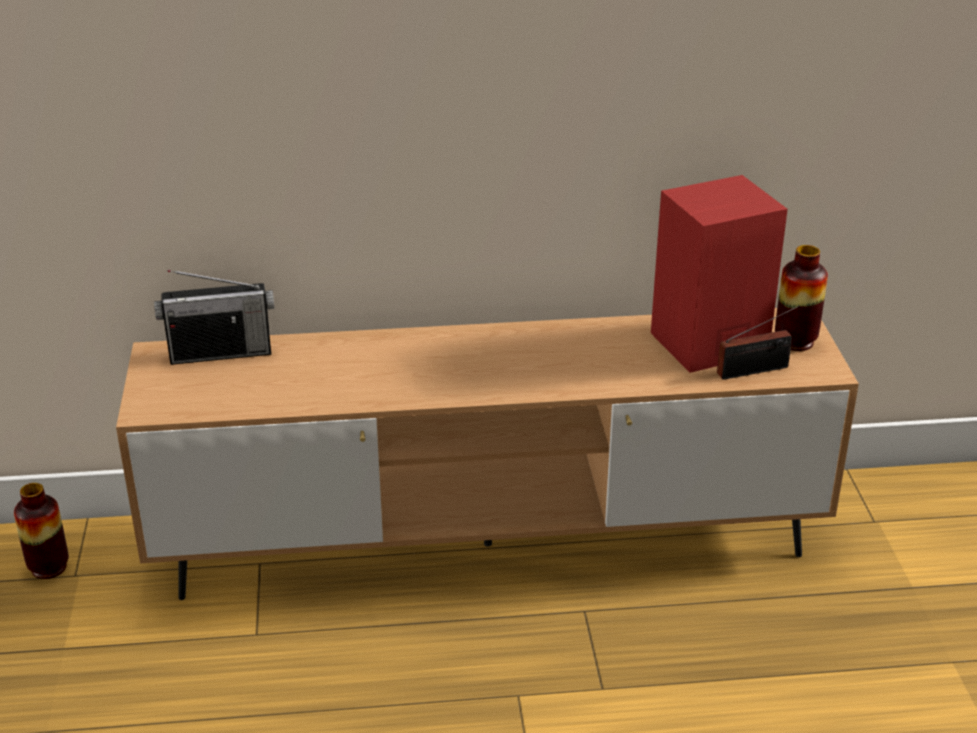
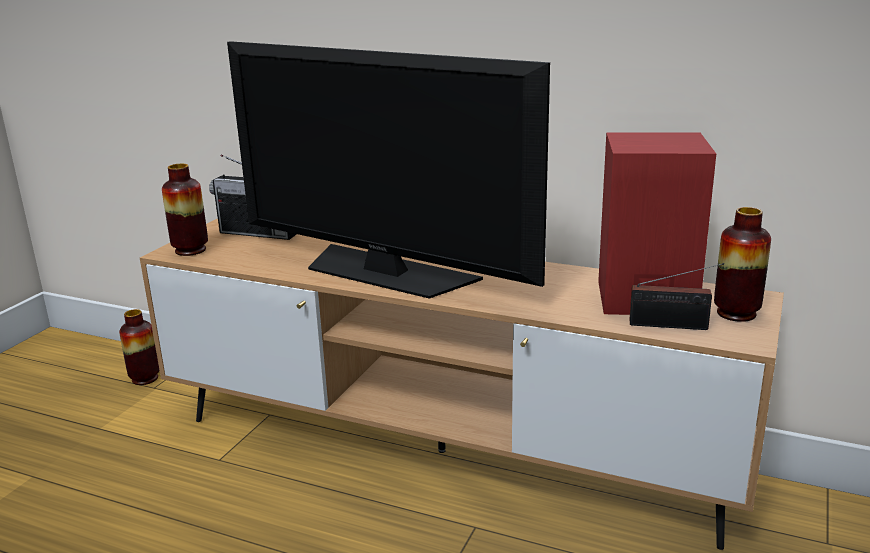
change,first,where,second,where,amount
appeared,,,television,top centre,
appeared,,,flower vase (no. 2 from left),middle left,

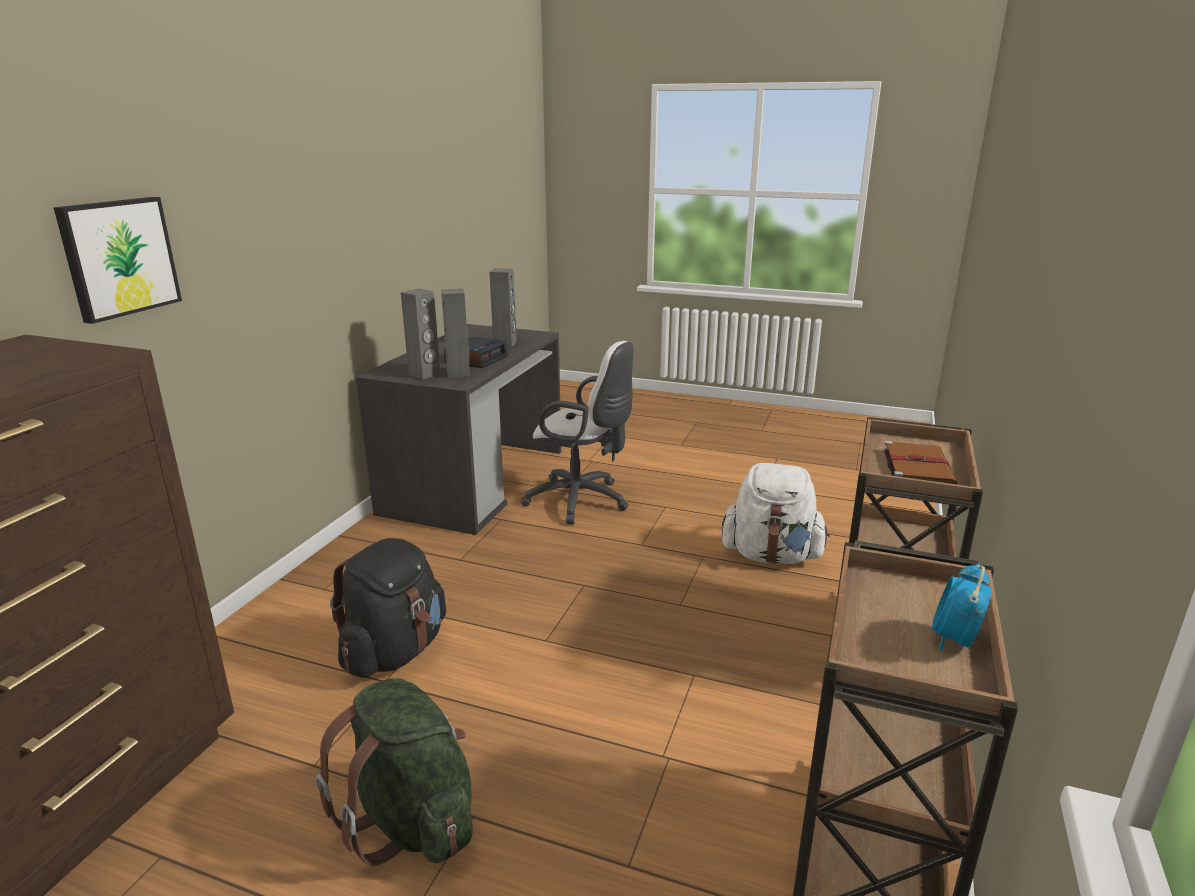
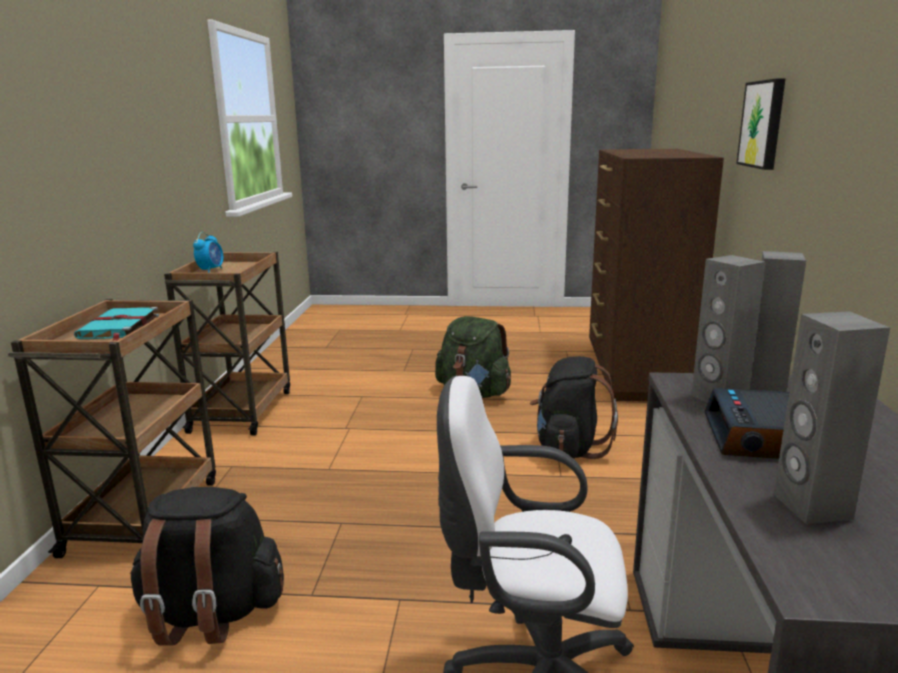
change,first,where,second,where,amount
colour,brown volume,middle right,blue-green volume,middle left,
colour,white-coloured knapsack,centre,black-coloured knapsack (no. 1 from left),bottom left,

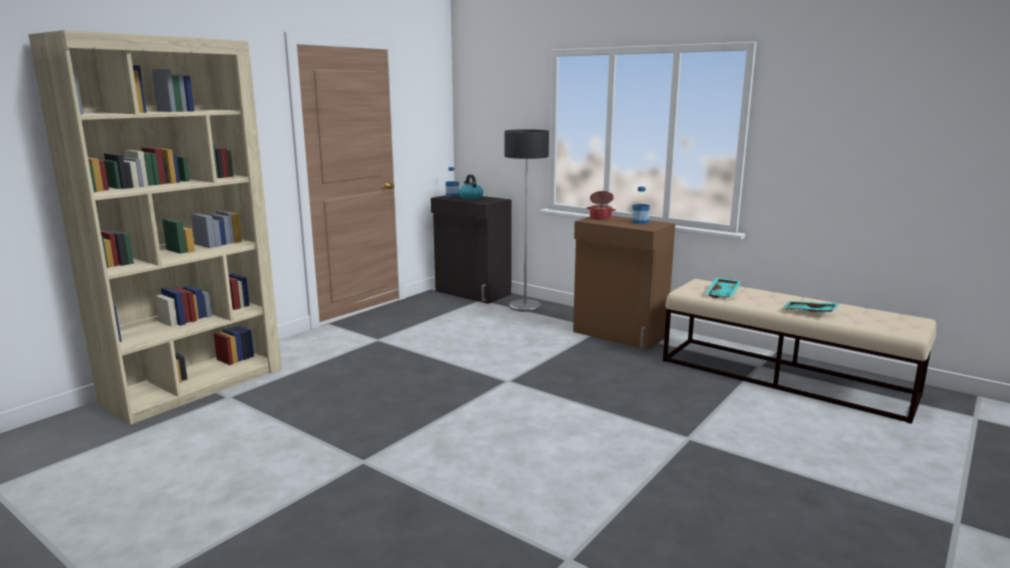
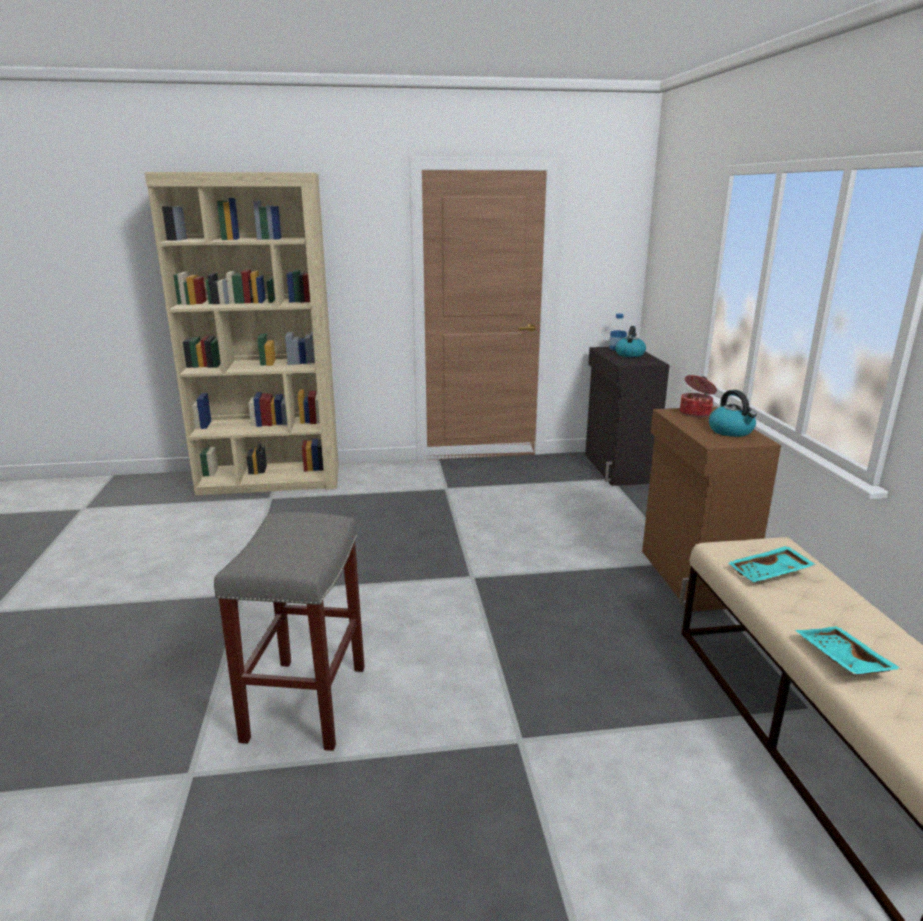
change,first,where,second,where,amount
missing,standing lamp,centre,,,
exchanged,drink bottle (no. 2 from left),centre,kettle (no. 2 from left),middle right,
appeared,,,grey stool,bottom left,

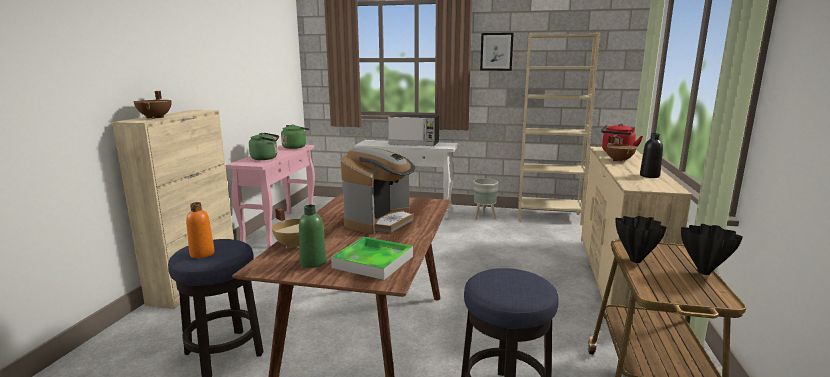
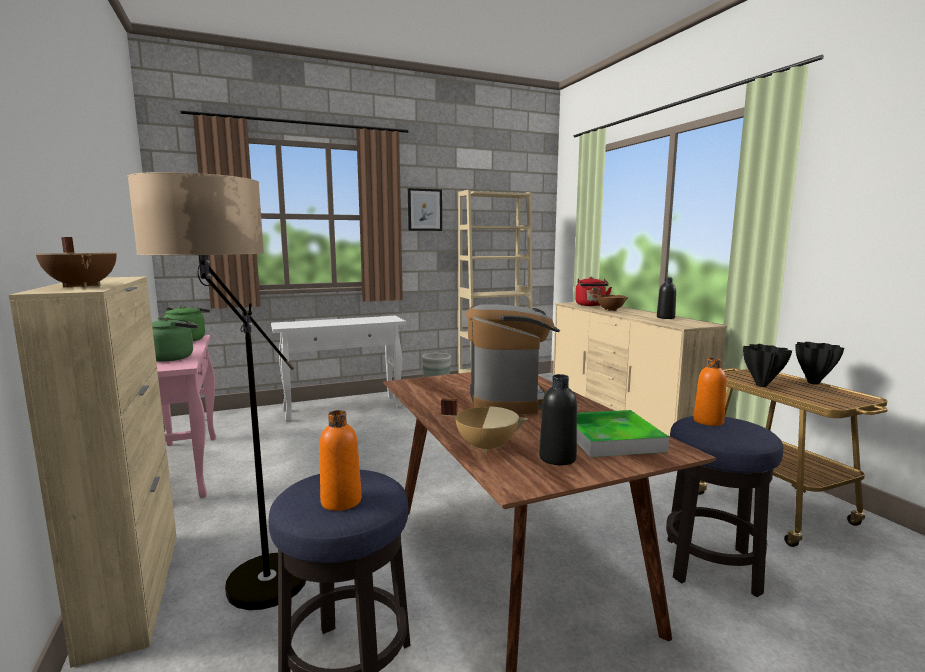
change,first,where,second,where,amount
missing,kitchen microwave,centre,,,
colour,green-coloured drink bottle,centre,black-coloured drink bottle (no. 1 from left),centre,
appeared,,,standing lamp,middle left,
appeared,,,orange drink bottle (no. 2 from left),middle right,

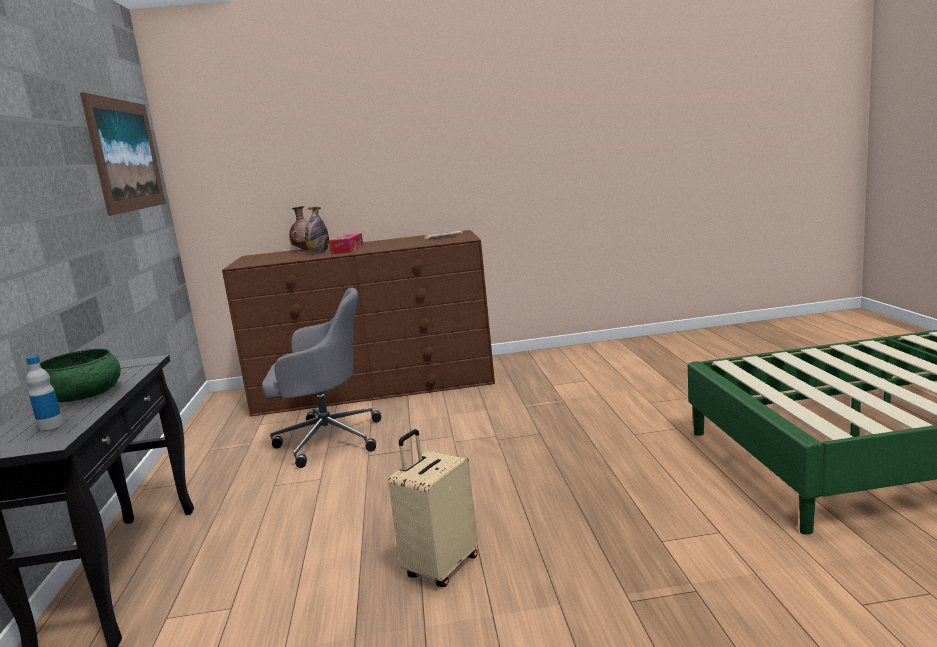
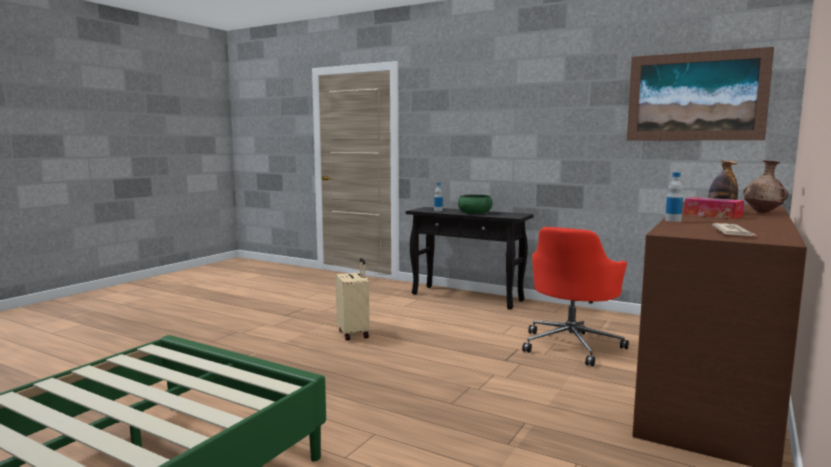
change,first,where,second,where,amount
colour,grey computer chair,centre,reddish computer chair,middle right,
appeared,,,drink bottle (no. 2 from left),middle right,

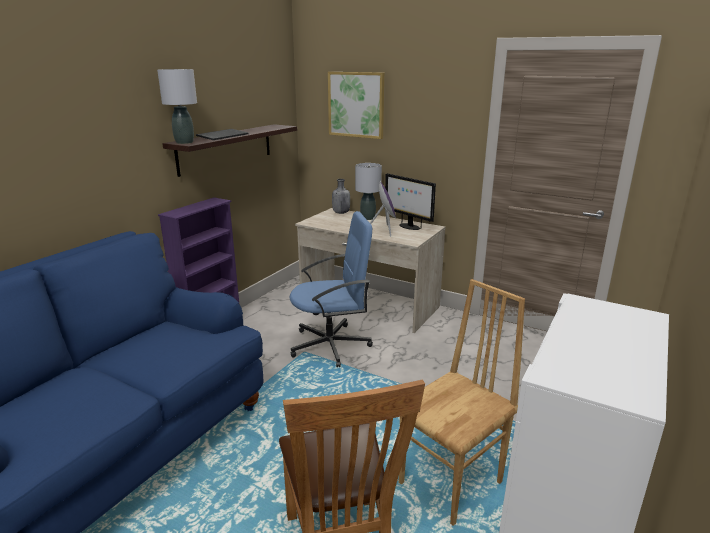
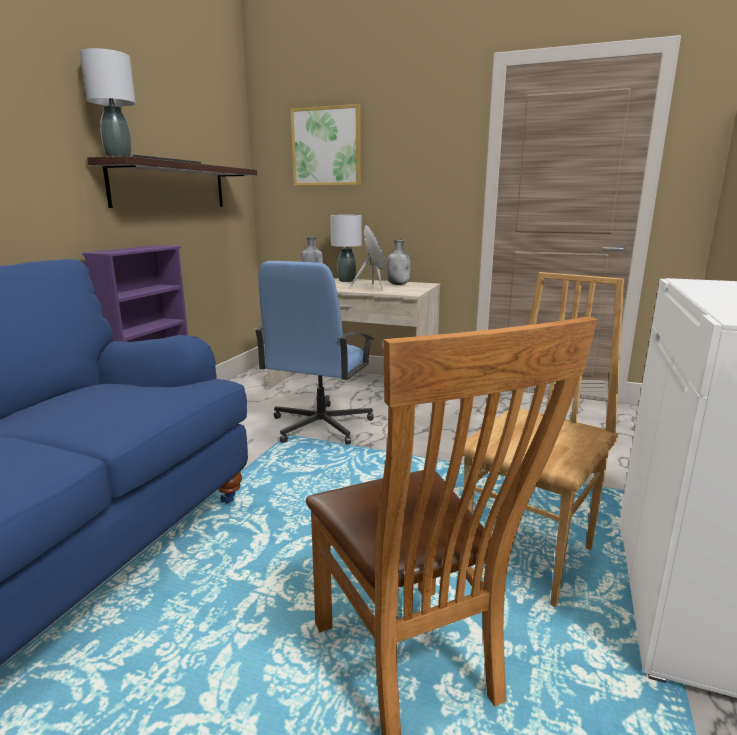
change,first,where,second,where,amount
exchanged,computer screen,centre,grey drink bottle (no. 2 from left),centre,
spun,bluish computer chair,centre,,centre,135 degrees clockwise

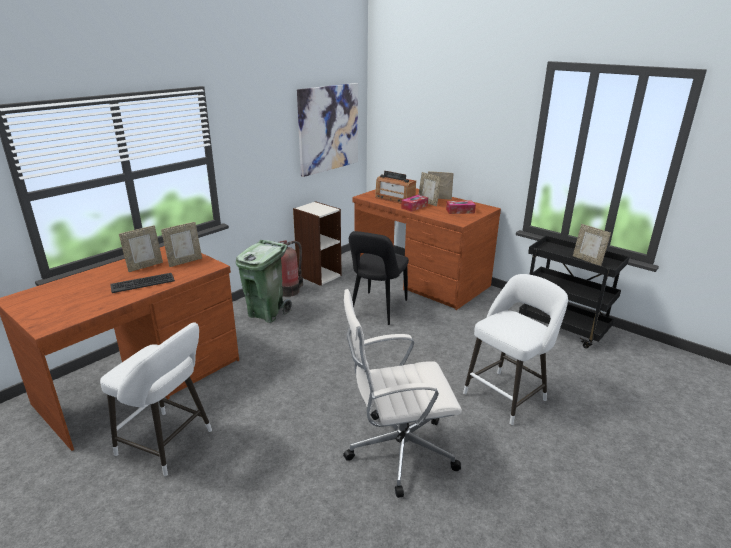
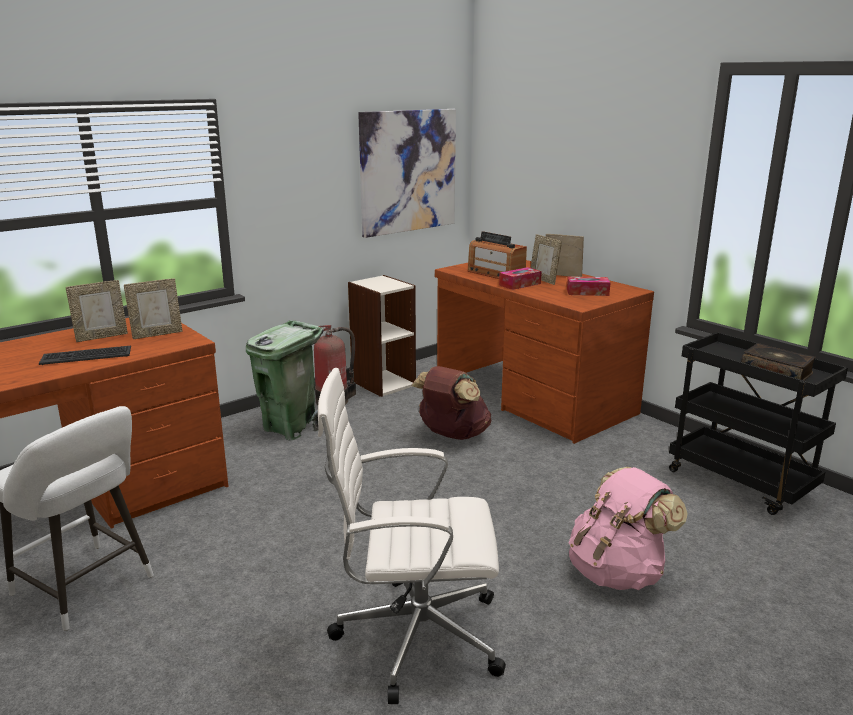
change,first,where,second,where,amount
exchanged,photo frame (no. 5 from left),middle right,volume,middle right,
exchanged,black-coloured plain chair,centre,brown knapsack,centre,
exchanged,white-coloured stool (no. 2 from left),middle right,pink-coloured knapsack,bottom right,

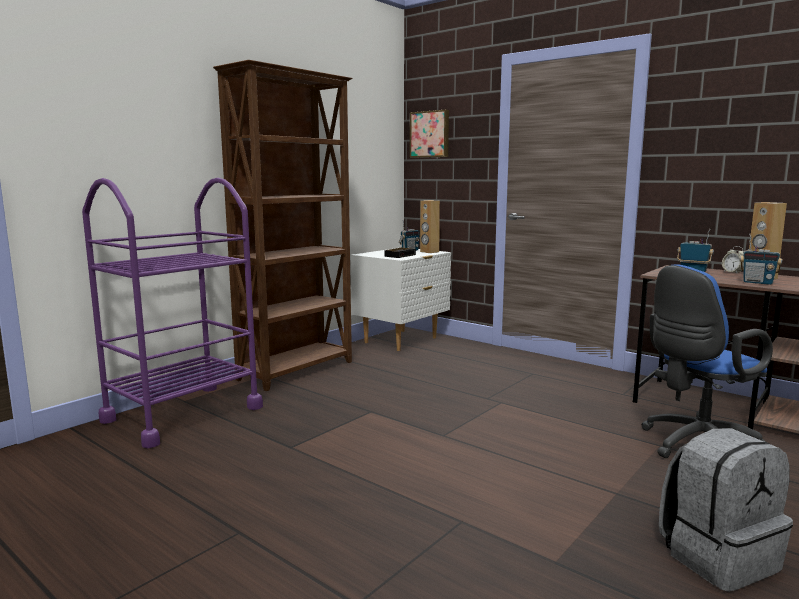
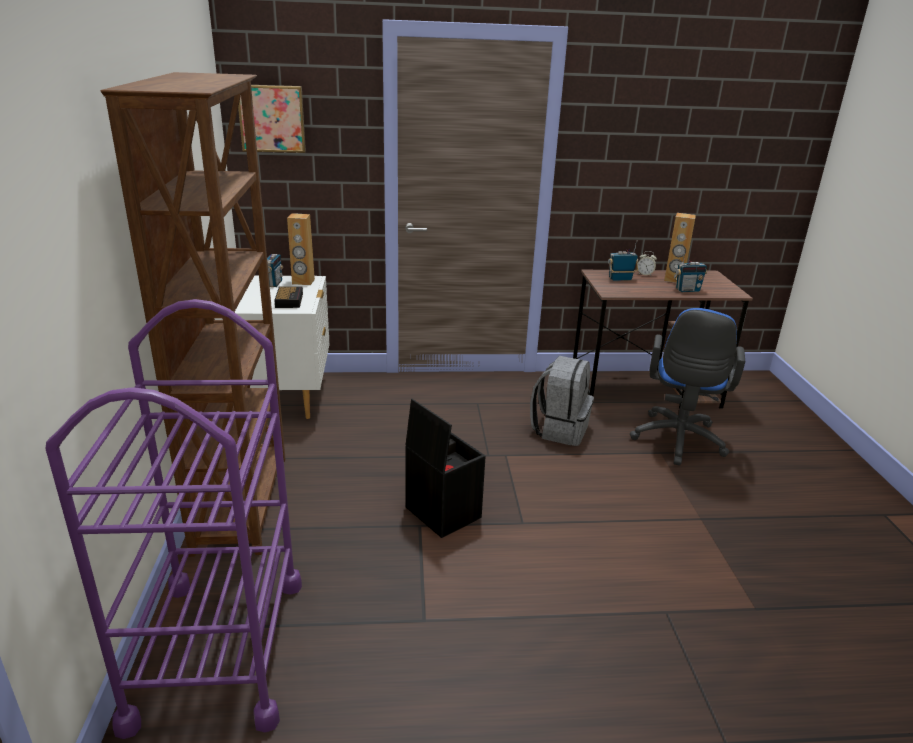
change,first,where,second,where,amount
relocated,grey knapsack,bottom right,,centre,
appeared,,,black-coloured storage box,centre,

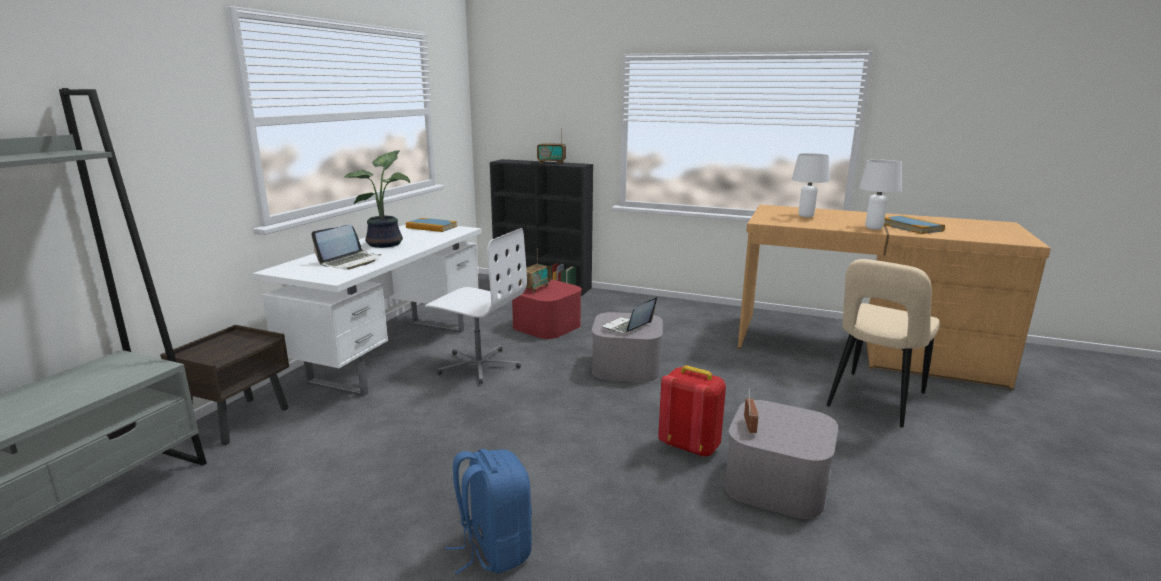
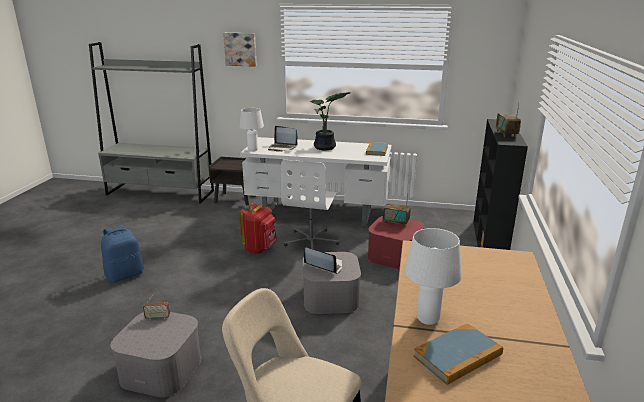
change,first,where,second,where,amount
relocated,white-coloured lamp for a table (no. 1 from left),top right,,top centre,
relocated,reddish knapsack,bottom centre,,centre,
appeared,,,wall art,top centre,

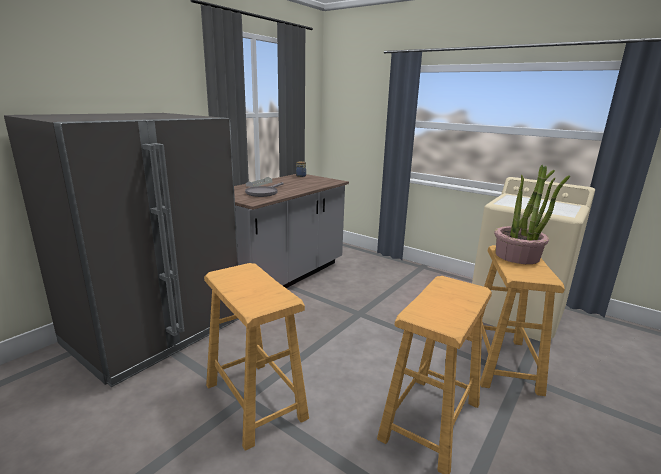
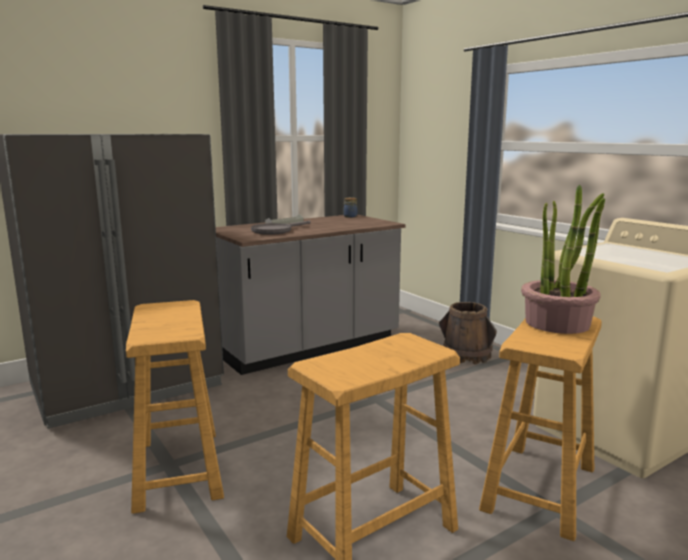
change,first,where,second,where,amount
appeared,,,brown pail,middle right,

